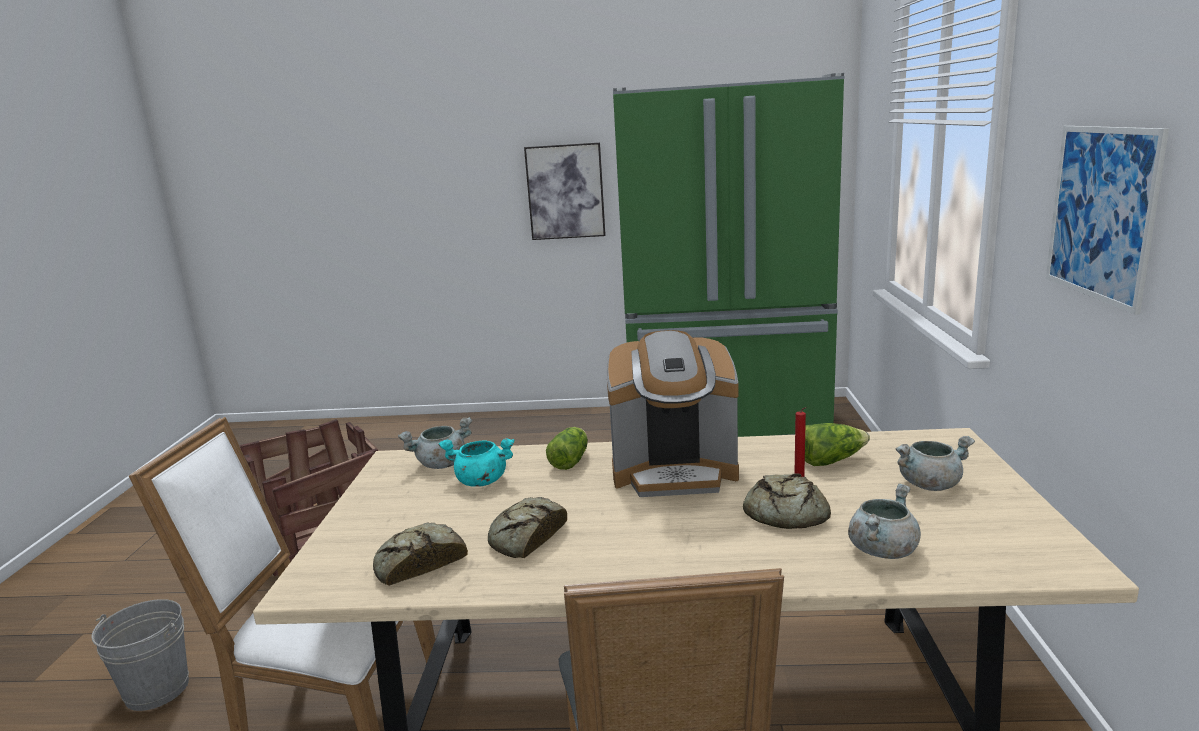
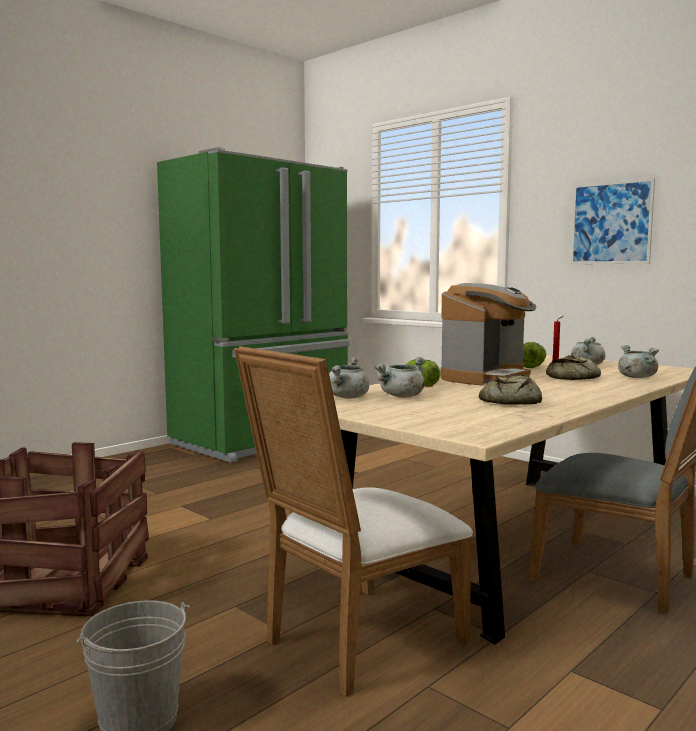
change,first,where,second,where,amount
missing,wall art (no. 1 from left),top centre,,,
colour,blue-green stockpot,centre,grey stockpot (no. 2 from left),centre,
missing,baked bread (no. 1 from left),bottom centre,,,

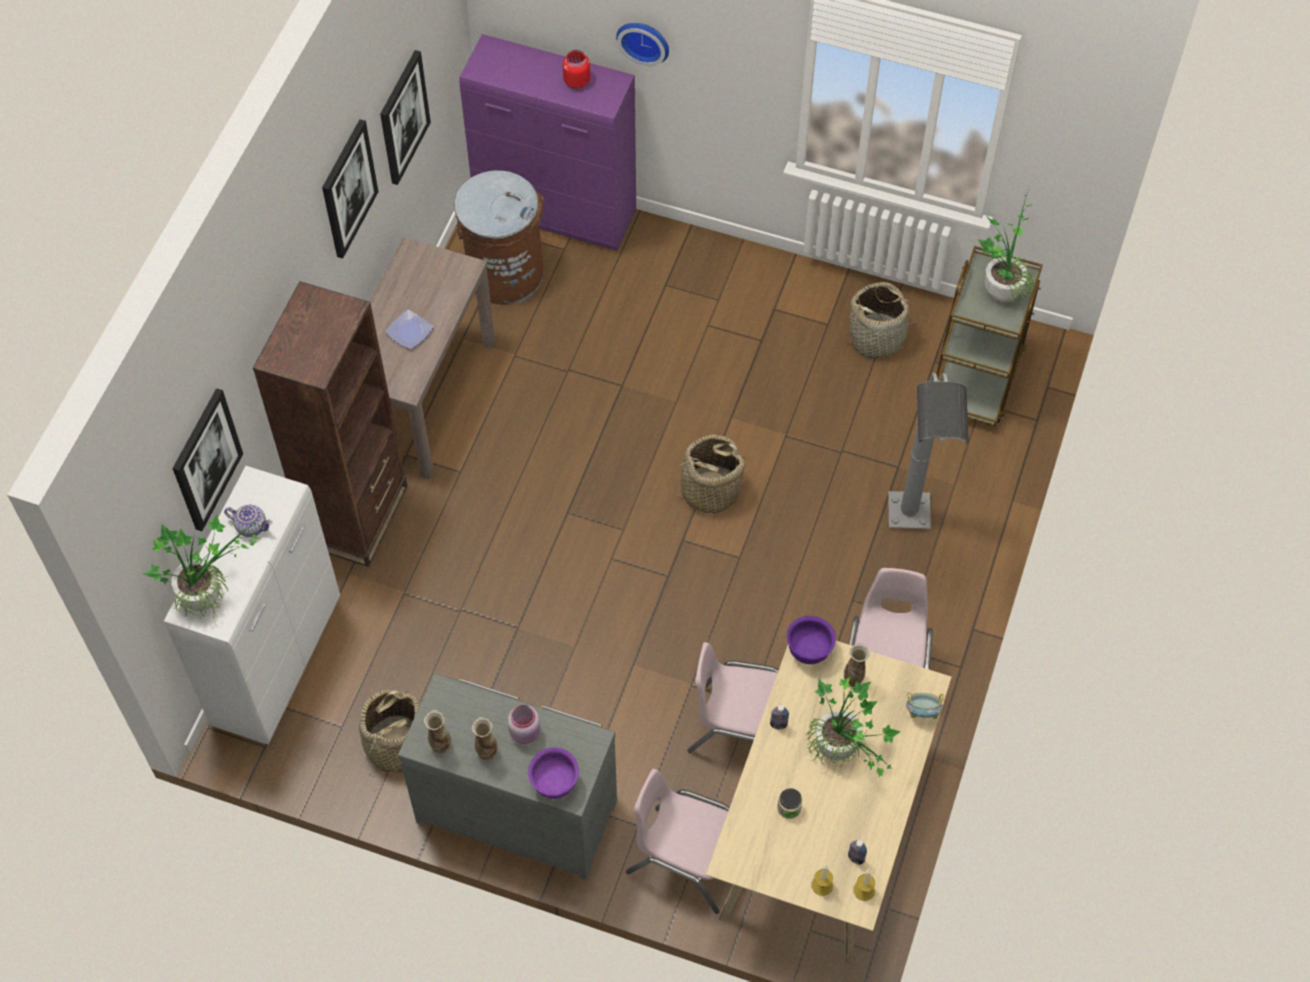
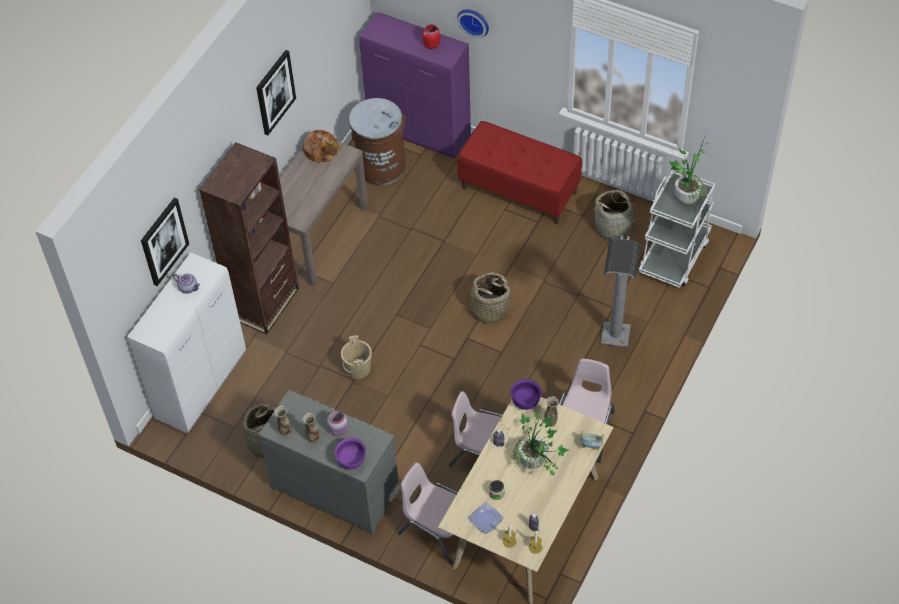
change,first,where,second,where,amount
missing,wall art (no. 3 from left),top left,,,
colour,brown wheeled cart,middle right,white-coloured wheeled cart,middle right,
relocated,dinner plate,middle left,,bottom centre,
missing,potted plant (no. 1 from left),middle left,,,
appeared,,,reddish indoor bench,top centre,
appeared,,,baked bread,top centre,
appeared,,,sand-coloured pail,centre,

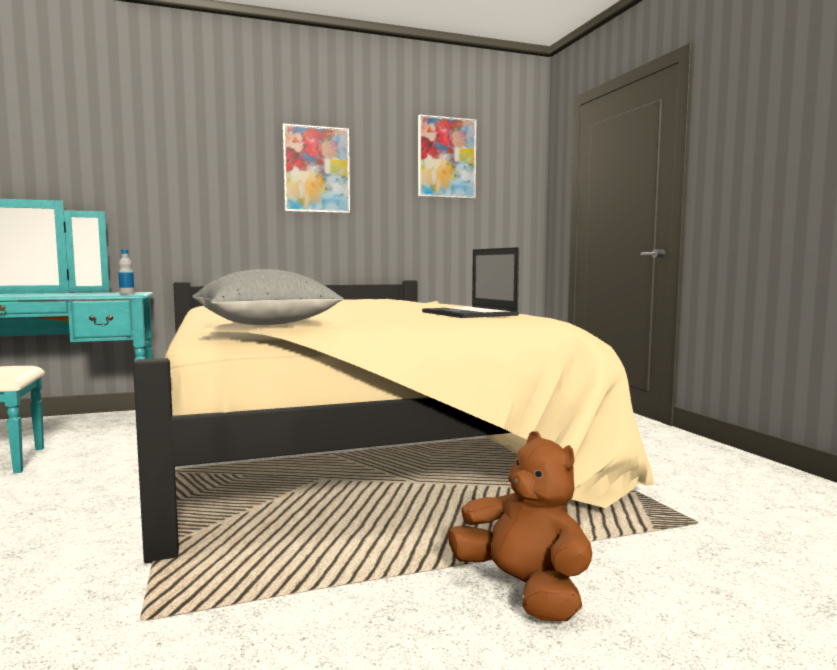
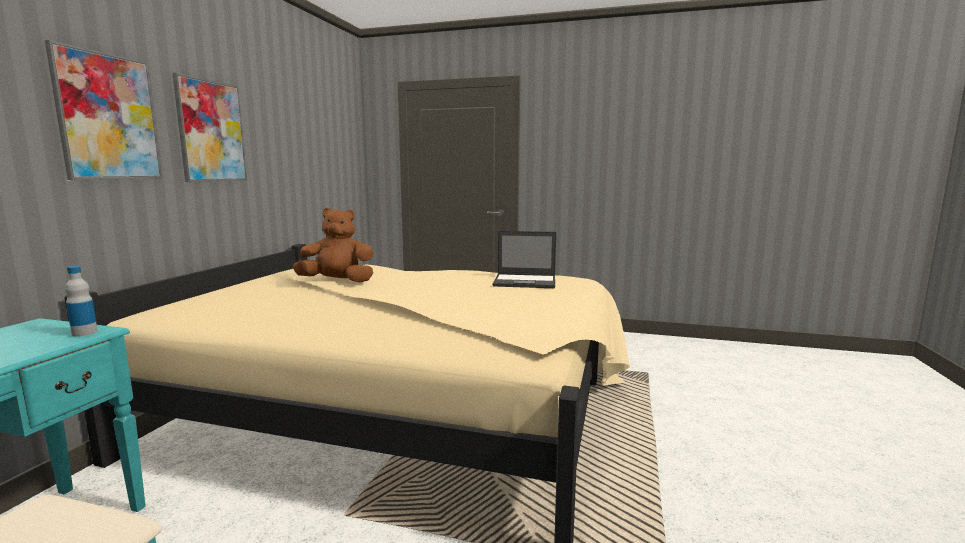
change,first,where,second,where,amount
relocated,wall art (no. 2 from left in the first image),top centre,wall art (no. 1 from left),top left,
missing,grey pillow,middle left,,,
relocated,brown soft toy,bottom centre,,centre,

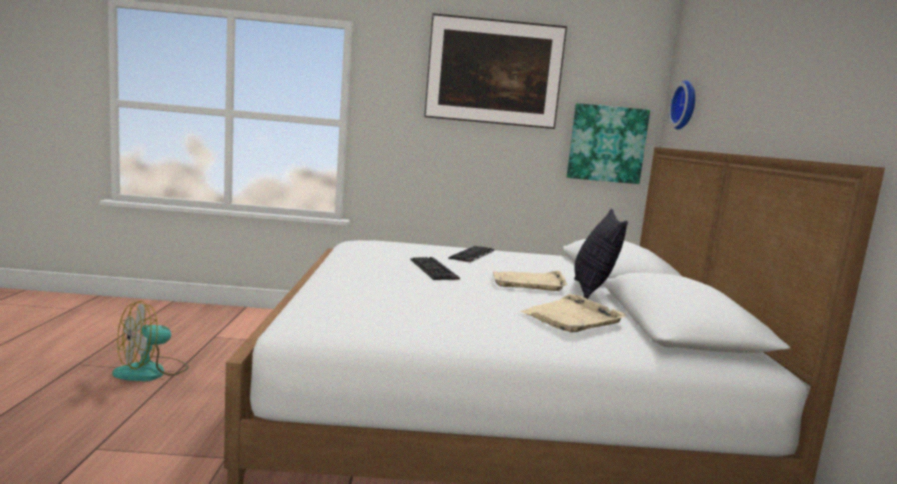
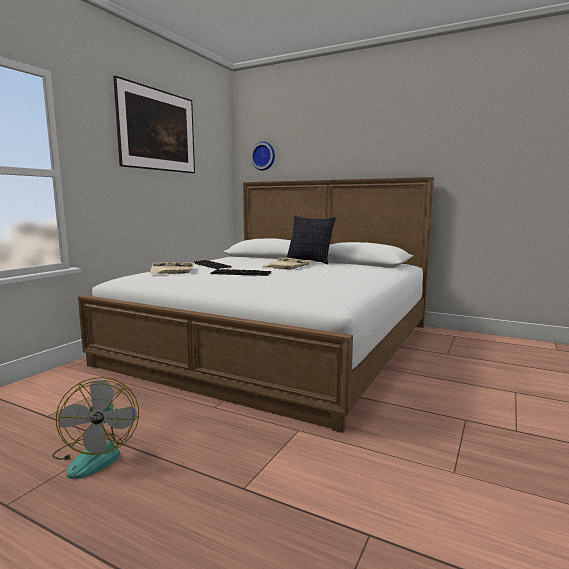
change,first,where,second,where,amount
missing,wall art (no. 2 from left),top right,,,
relocated,sand-coloured serving tray (no. 2 from left in the first image),centre,sand-coloured serving tray (no. 1 from left),middle left,

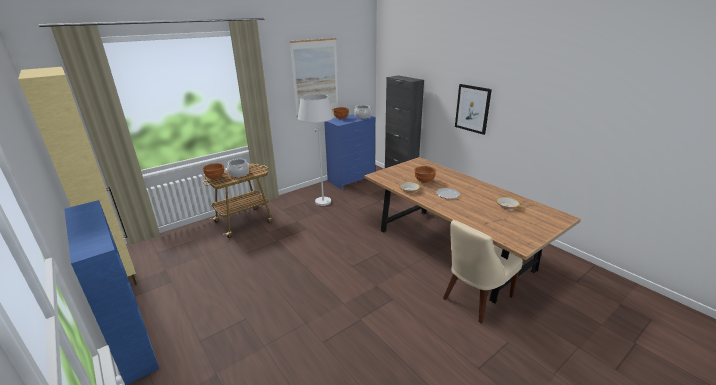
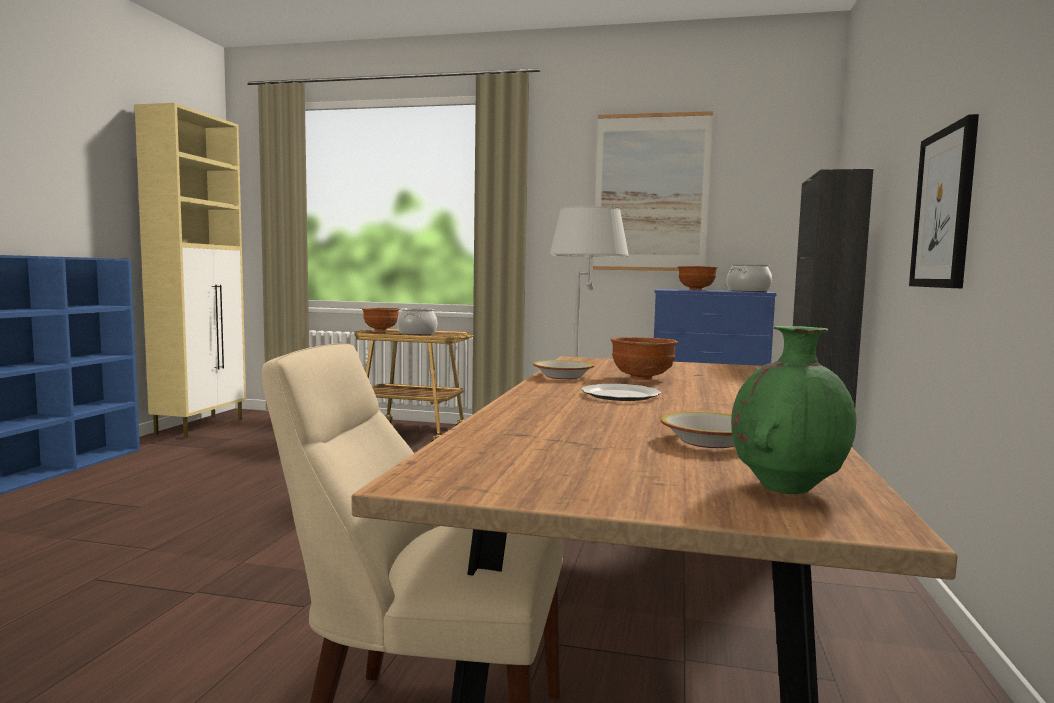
change,first,where,second,where,amount
appeared,,,green-coloured flower vase,middle right,

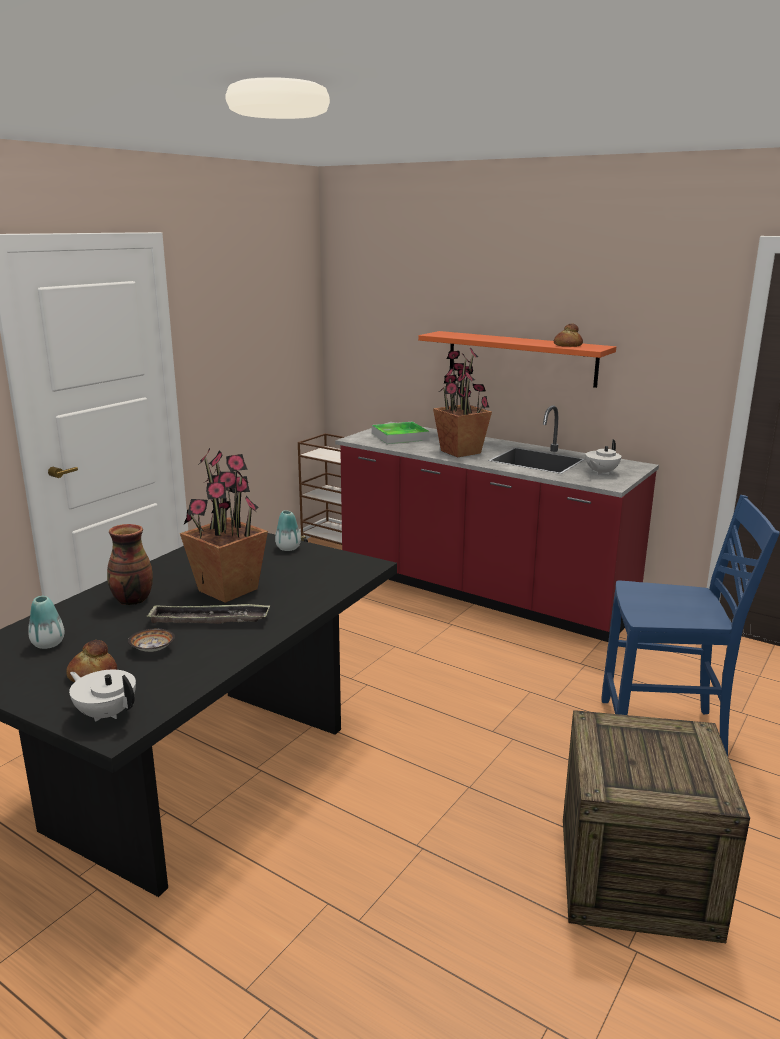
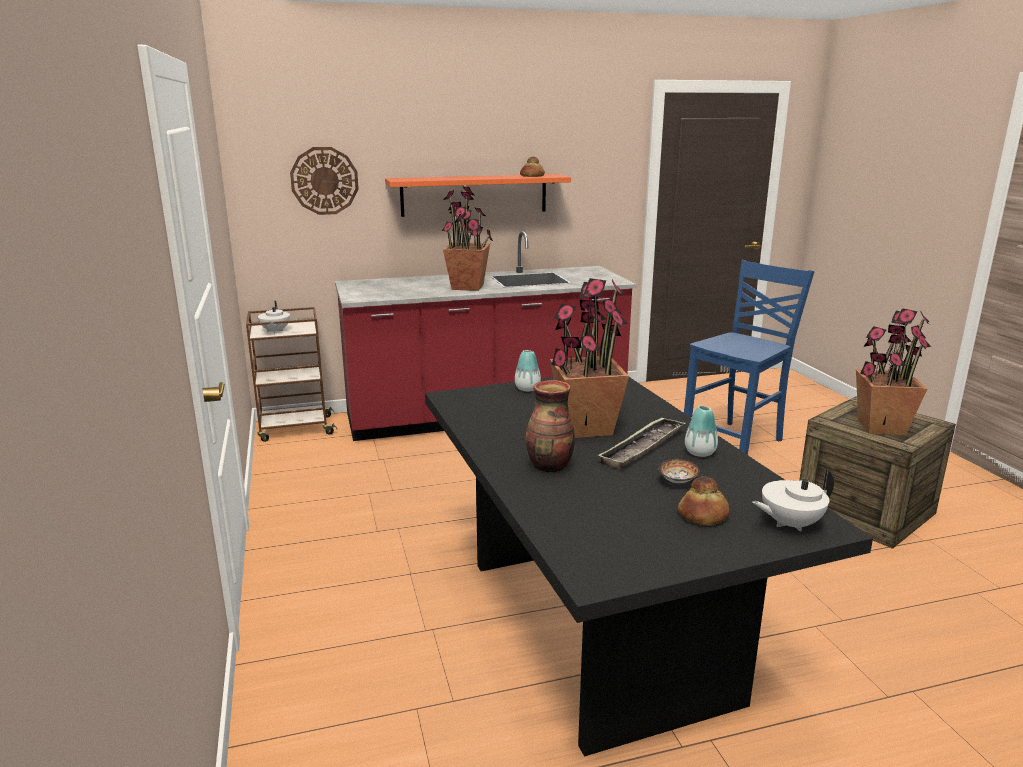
change,first,where,second,where,amount
missing,serving tray (no. 2 from left),centre,,,
relocated,white-coloured tea pot (no. 2 from left in the first image),middle right,white-coloured tea pot (no. 1 from left),middle left,
relocated,flower vase (no. 1 from left in the first image),middle left,flower vase (no. 3 from left),middle right,
appeared,,,hanging clock,top left,
appeared,,,potted plant (no. 3 from left),middle right,

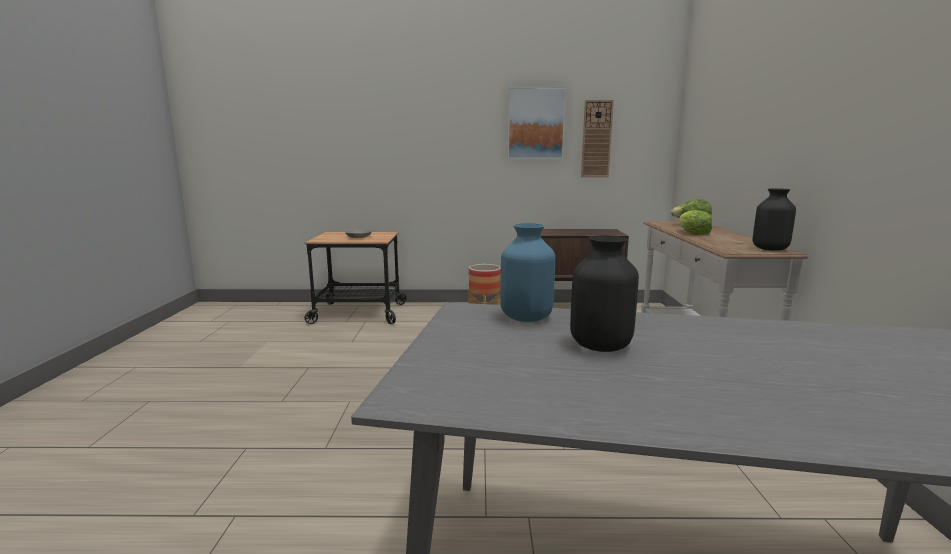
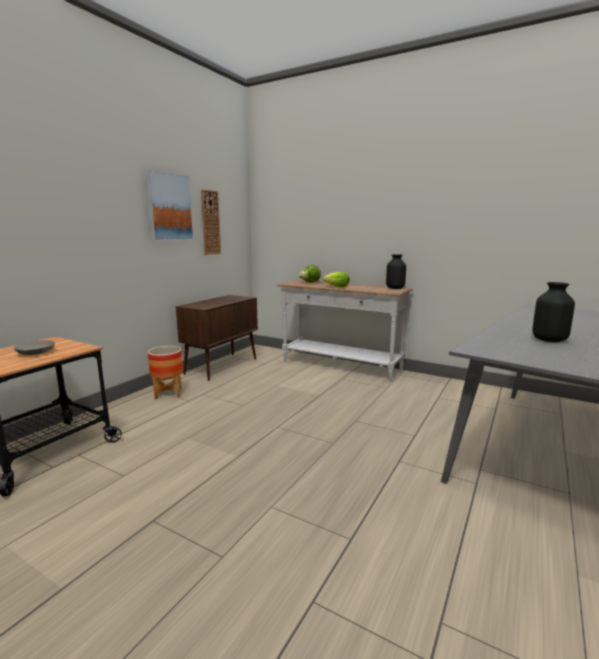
change,first,where,second,where,amount
missing,bluish flower vase,centre,,,

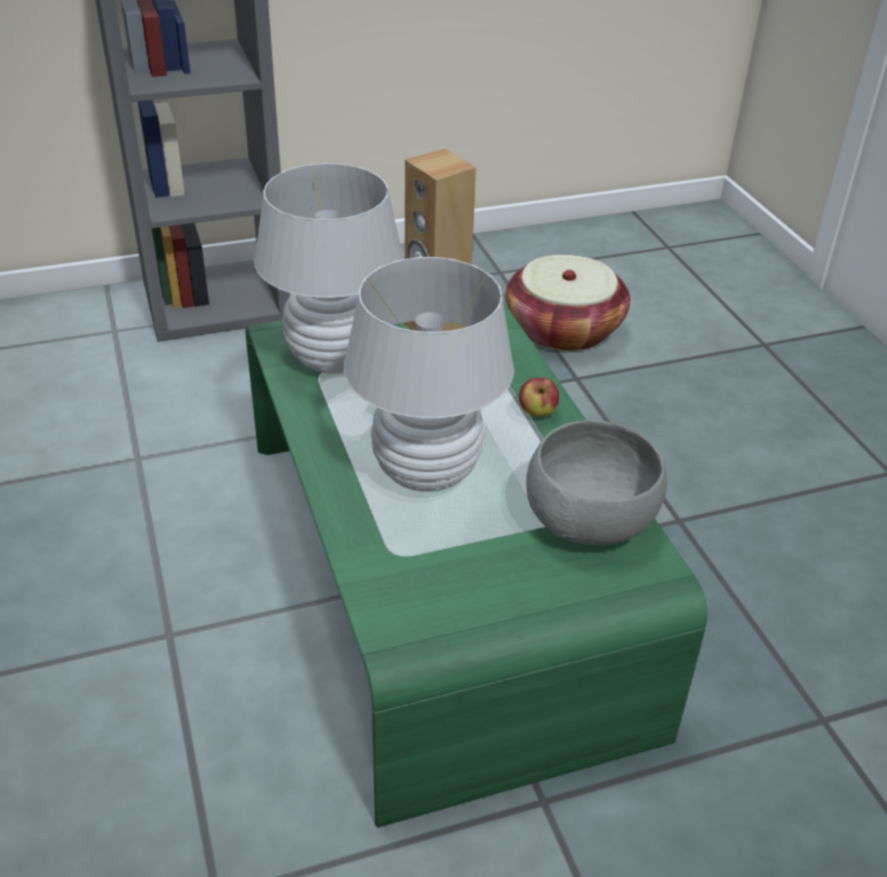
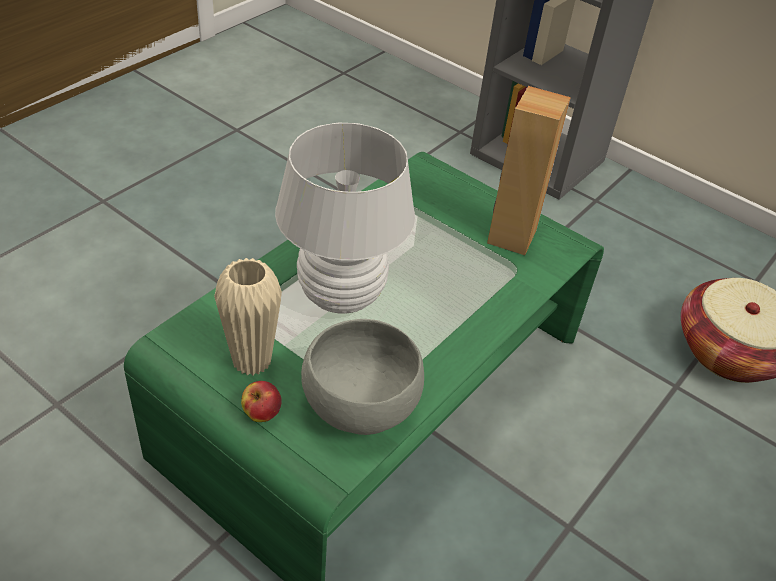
change,first,where,second,where,amount
missing,white-coloured lamp for a table (no. 1 from left),top centre,,,
relocated,apple,centre,,bottom centre,
appeared,,,sand-coloured flower vase,middle left,

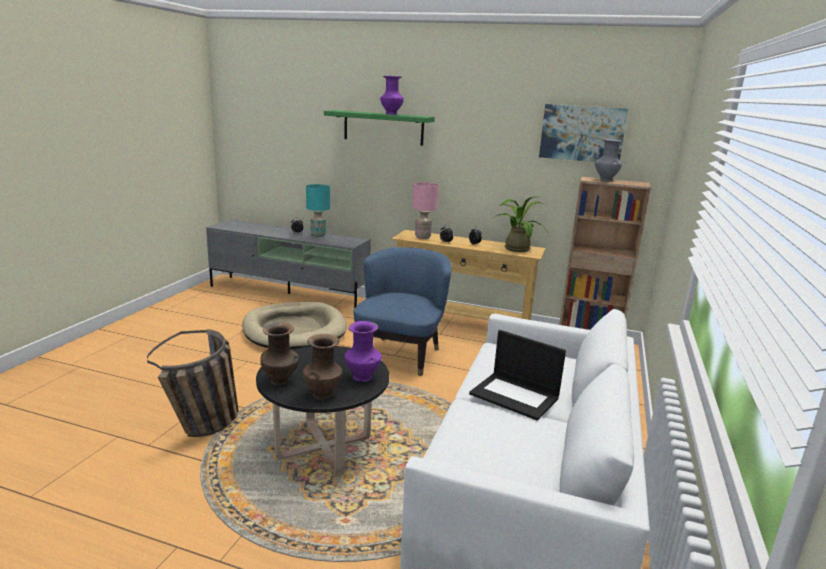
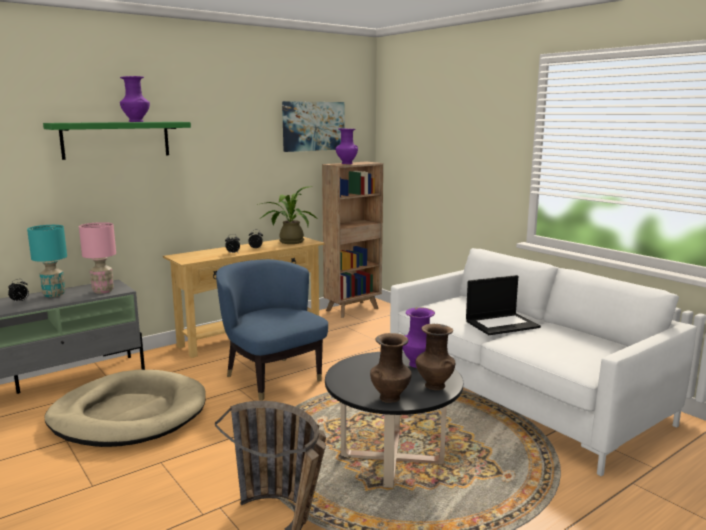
change,first,where,second,where,amount
colour,grey flower vase,top right,purple flower vase (no. 2 from left),top centre,
relocated,pink-coloured lamp for a table,centre,,middle left,

